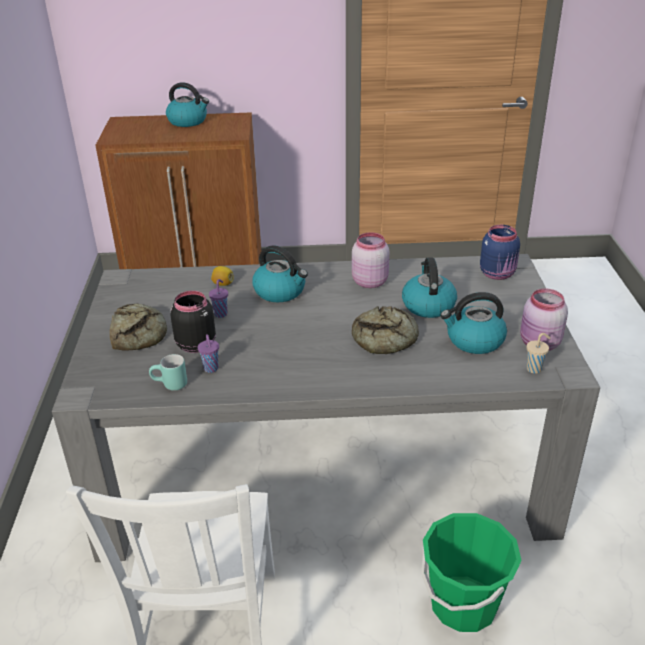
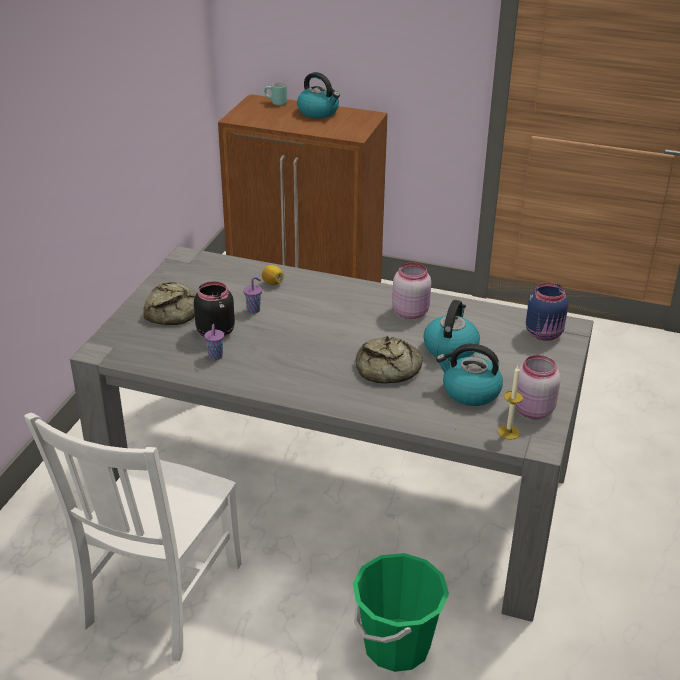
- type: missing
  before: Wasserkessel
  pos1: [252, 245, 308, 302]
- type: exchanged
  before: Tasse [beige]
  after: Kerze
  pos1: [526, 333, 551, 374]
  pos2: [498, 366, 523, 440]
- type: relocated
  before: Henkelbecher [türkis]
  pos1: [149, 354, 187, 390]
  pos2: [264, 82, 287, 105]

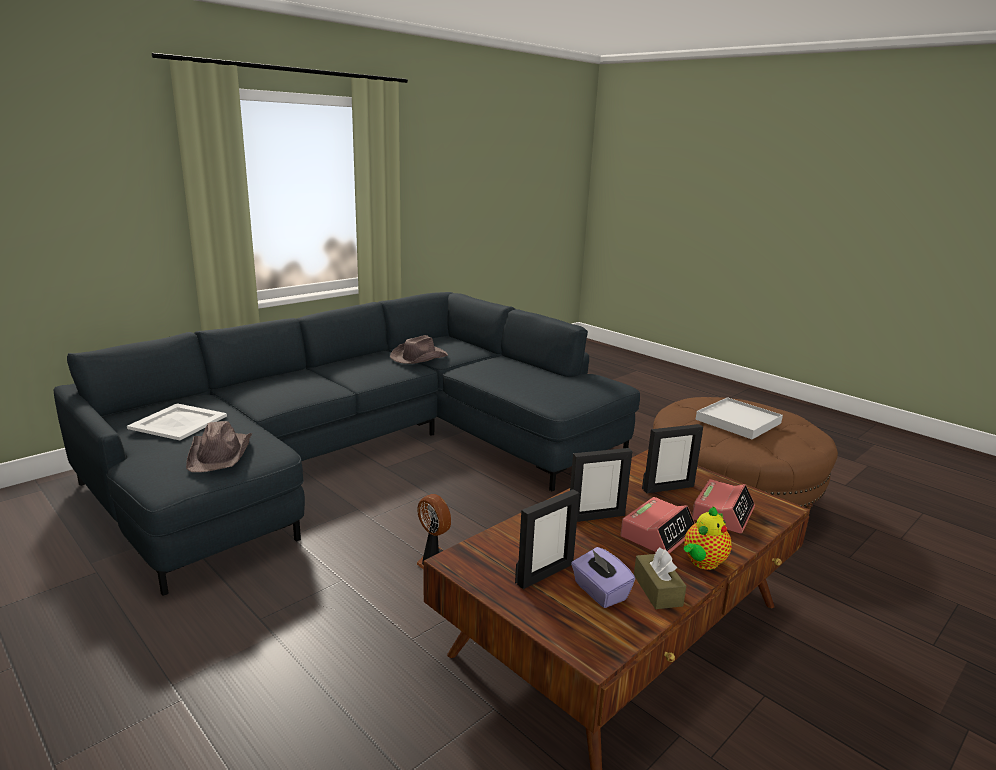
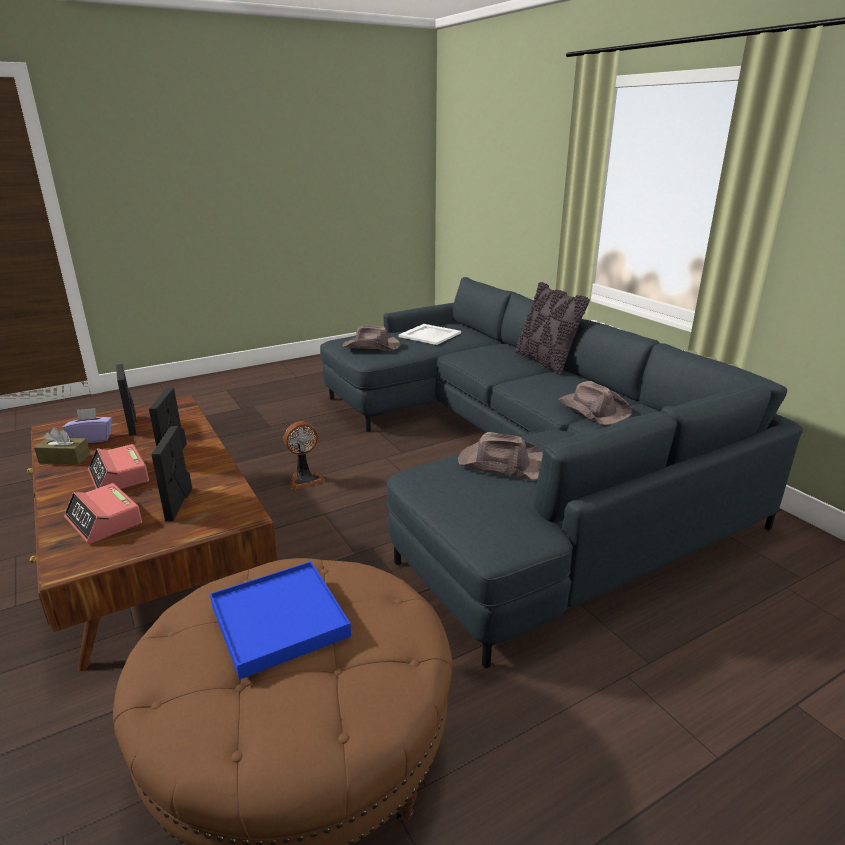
- type: colour
  before: Tablett [weiß]
  after: Tablett [blau]
  pos1: [695, 397, 783, 439]
  pos2: [210, 561, 351, 680]
- type: missing
  before: Teekanne
  pos1: [684, 506, 732, 570]
- type: appeared
  after: Kissen [schwarz]
  pos2: [515, 282, 590, 375]
- type: appeared
  after: Hut [braun]
  pos2: [458, 432, 543, 480]

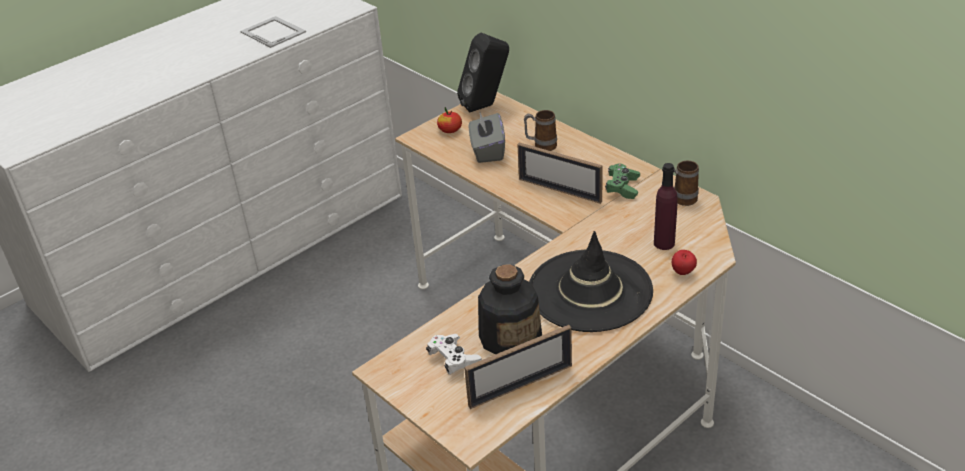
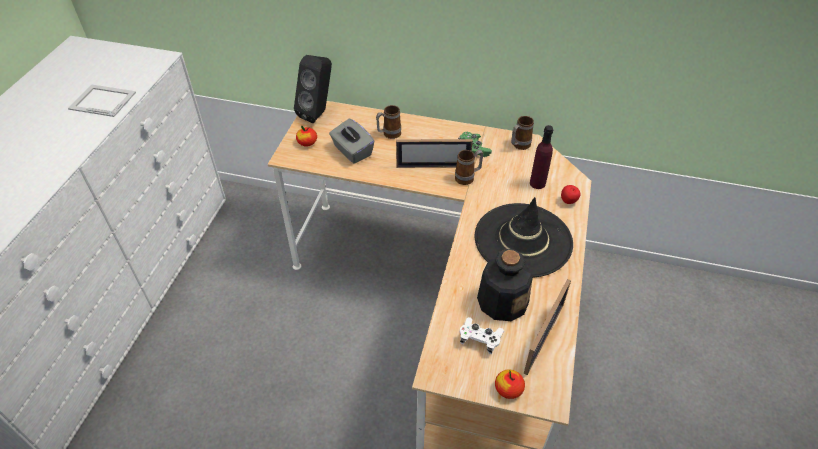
- type: appeared
  after: Henkelbecher
  pos2: [455, 150, 483, 185]
- type: appeared
  after: Apfel
  pos2: [495, 370, 525, 399]

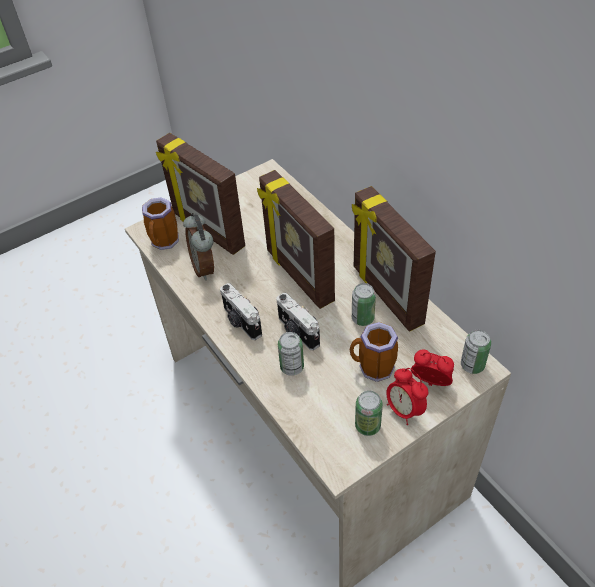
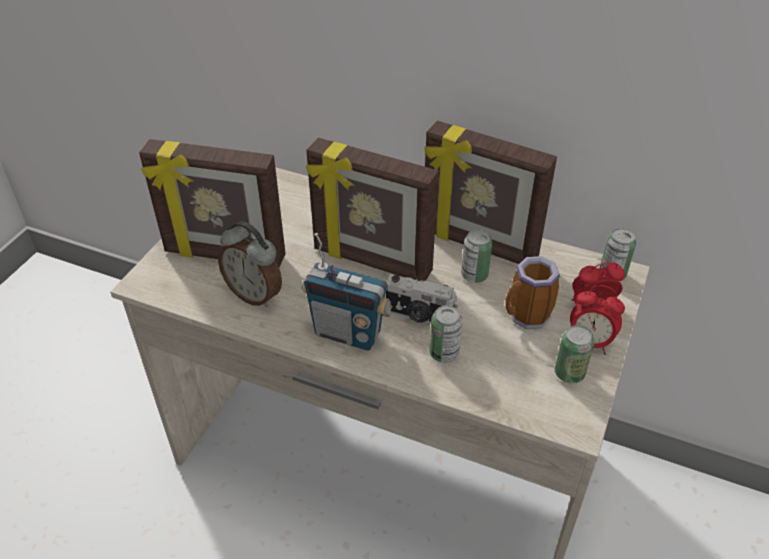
- type: missing
  before: Henkelbecher
  pos1: [142, 197, 179, 250]
- type: exchanged
  before: Kamera
  after: Radio
  pos1: [220, 283, 262, 340]
  pos2: [302, 233, 393, 350]

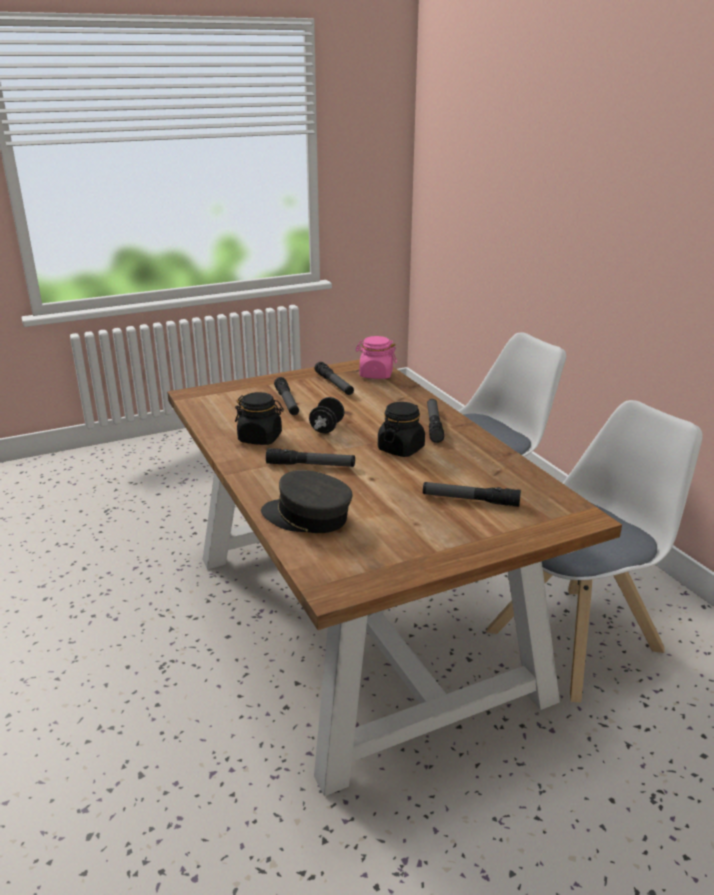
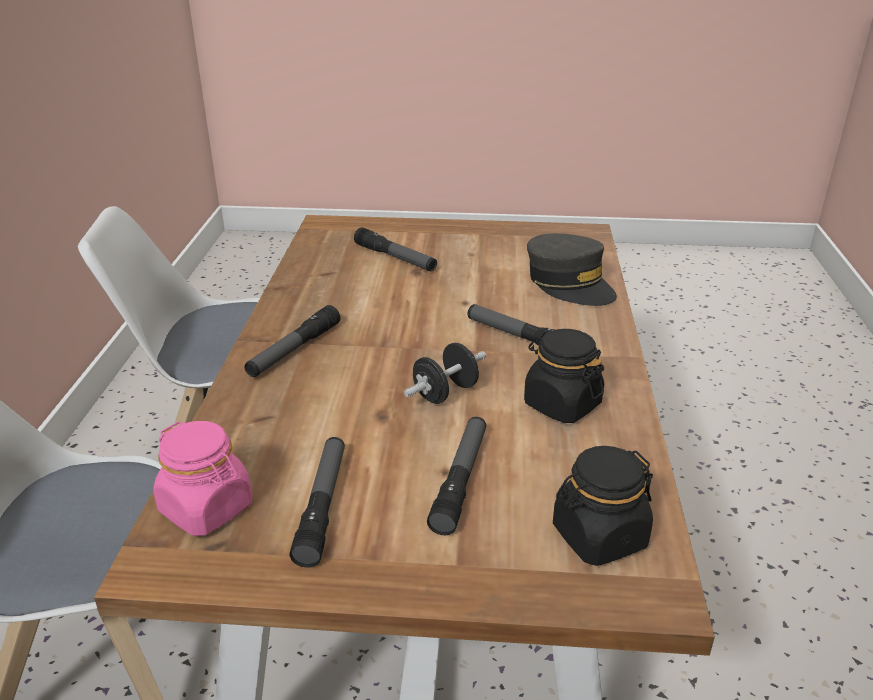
- type: relocated
  before: Vorratsglas [schwarz]
  pos1: [378, 402, 425, 457]
  pos2: [553, 446, 653, 566]

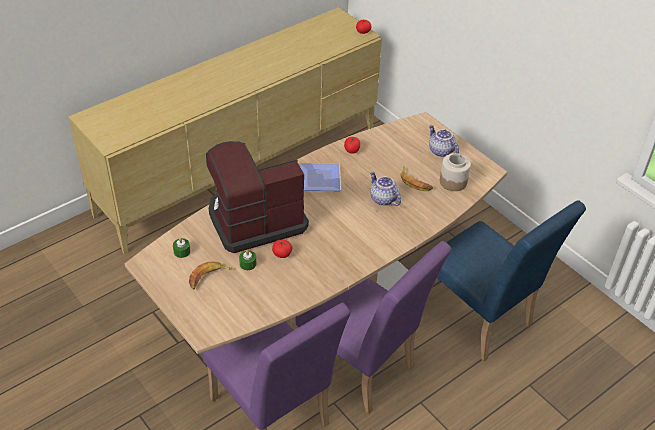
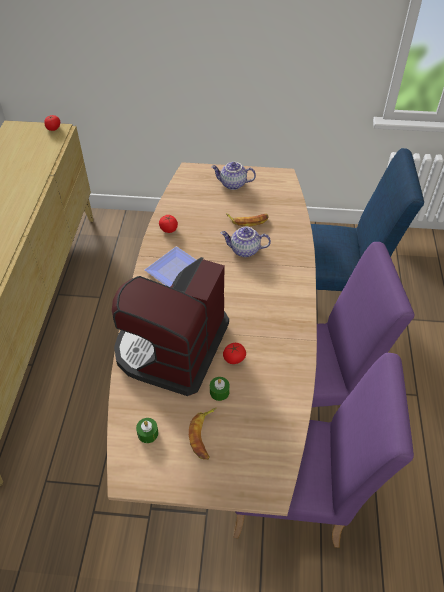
- type: missing
  before: Vorratsglas
  pos1: [440, 153, 471, 191]

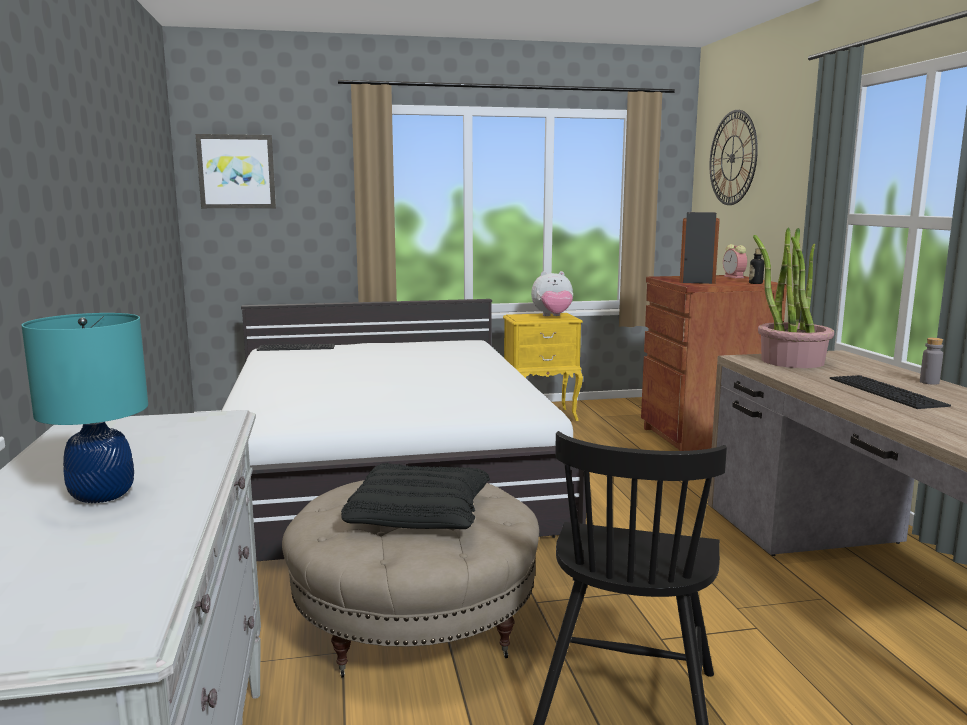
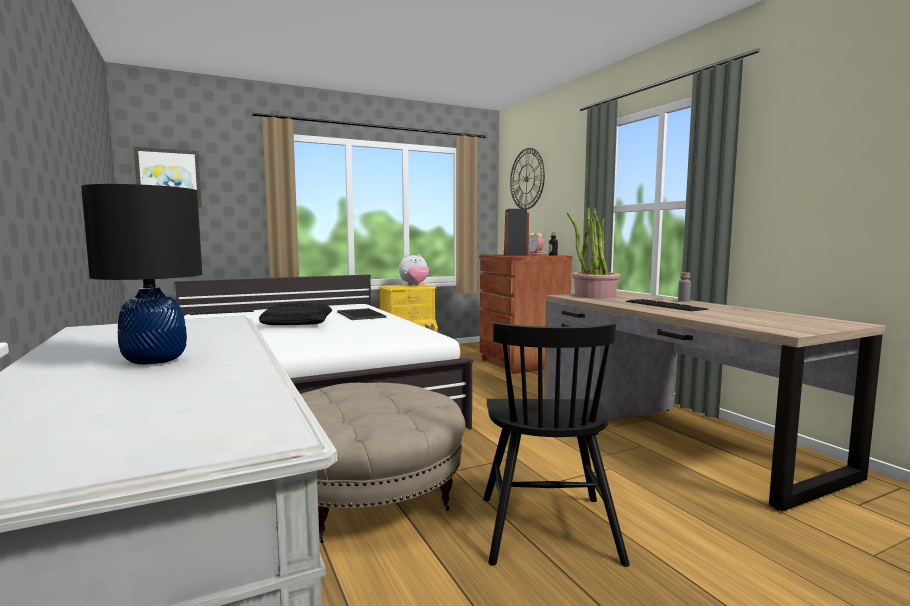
- type: colour
  before: Tischlampe [türkis]
  after: Tischlampe [schwarz]
  pos1: [21, 313, 148, 503]
  pos2: [81, 184, 202, 365]
- type: relocated
  before: Kissen [schwarz]
  pos1: [341, 463, 490, 529]
  pos2: [259, 303, 332, 325]
- type: appeared
  after: Tablett
  pos2: [337, 308, 386, 320]

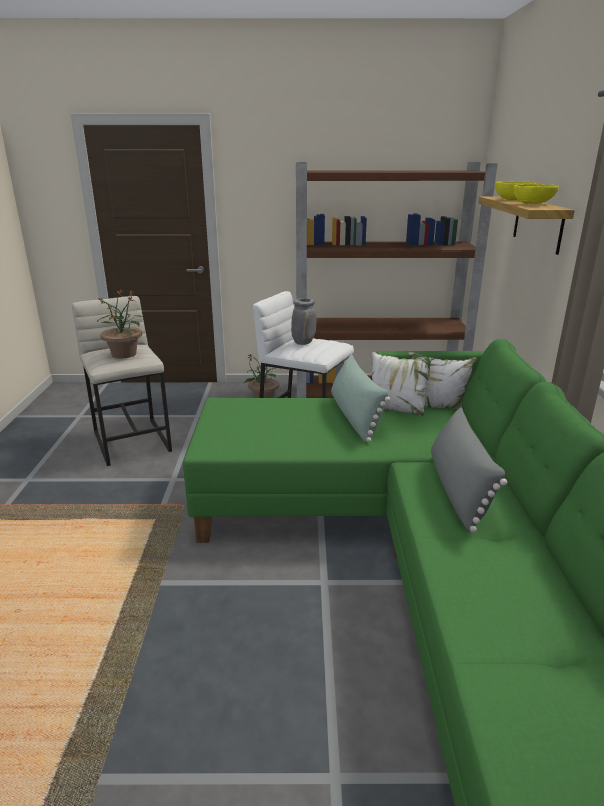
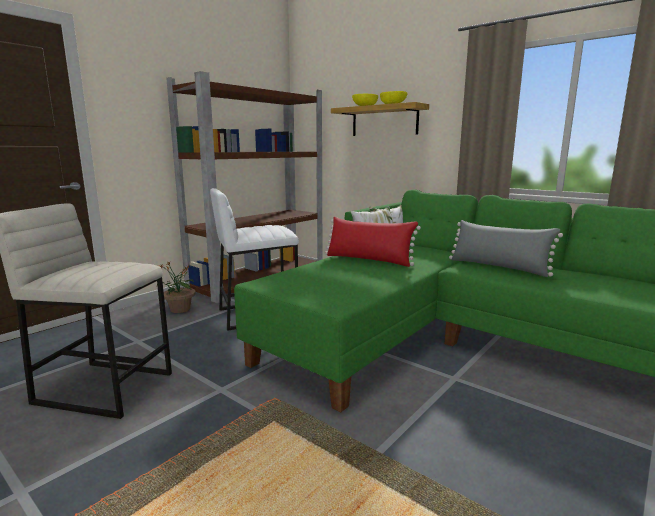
- type: missing
  before: Topfpflanze
  pos1: [96, 290, 143, 358]
- type: missing
  before: Vase [grau]
  pos1: [291, 298, 317, 345]
- type: colour
  before: Kissen [grün]
  after: Kissen [rot]
  pos1: [331, 354, 390, 442]
  pos2: [325, 217, 421, 267]

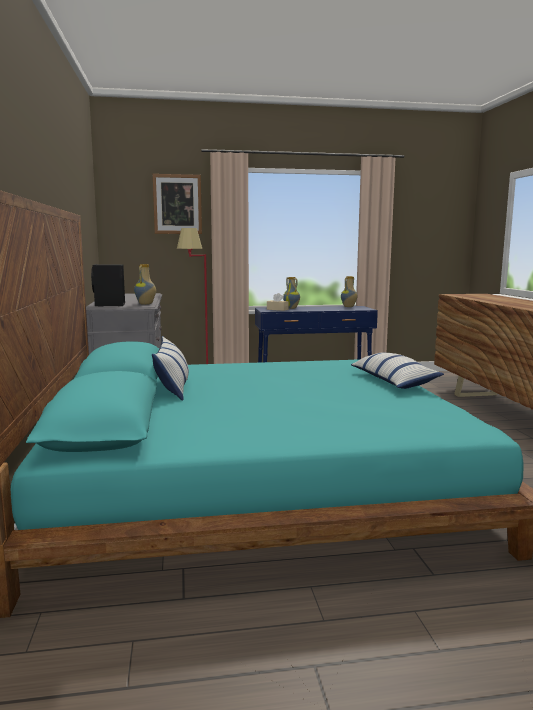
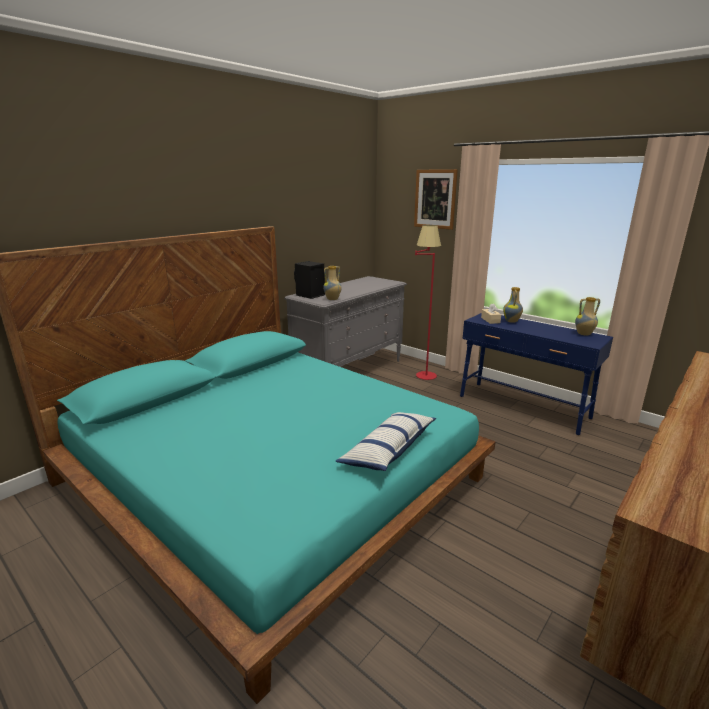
- type: missing
  before: Kissen
  pos1: [152, 336, 189, 401]

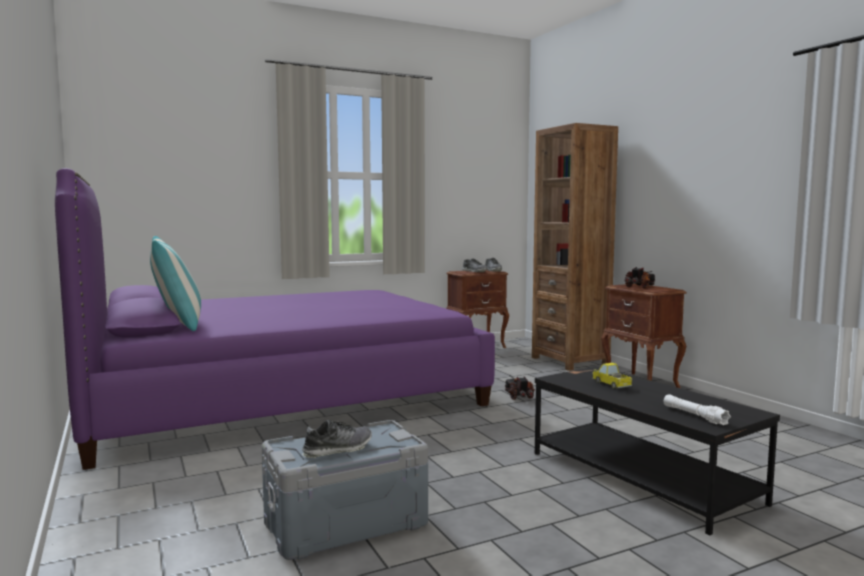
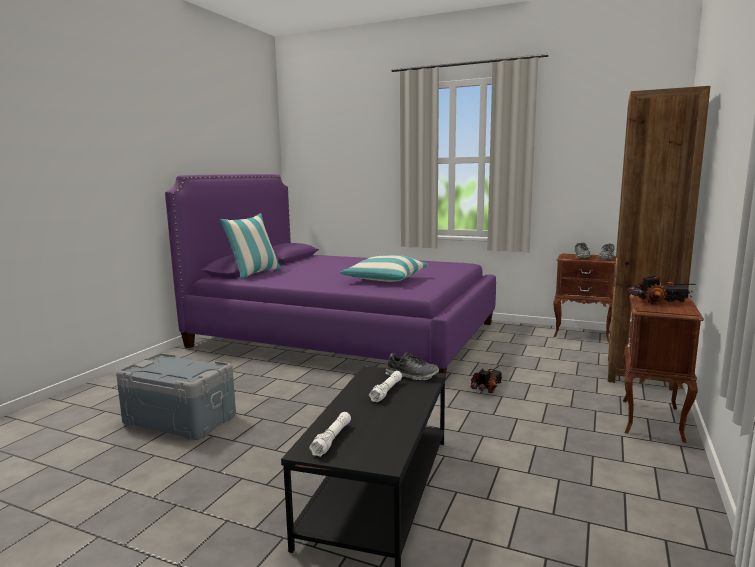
- type: exchanged
  before: Spielzeuglaster
  after: Taschenlampe [weiß]
  pos1: [592, 363, 632, 389]
  pos2: [369, 371, 402, 403]
- type: relocated
  before: Schuh
  pos1: [302, 420, 372, 458]
  pos2: [385, 352, 439, 380]
- type: appeared
  after: Kissen
  pos2: [340, 255, 428, 282]

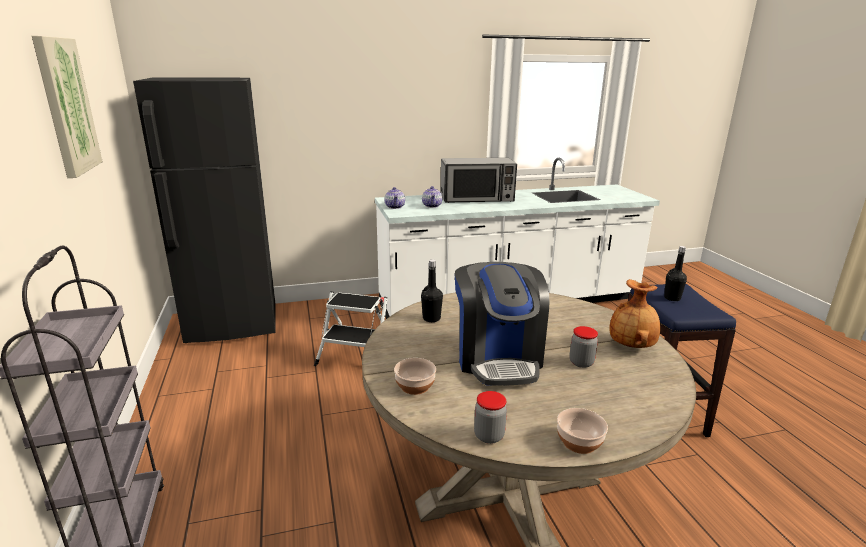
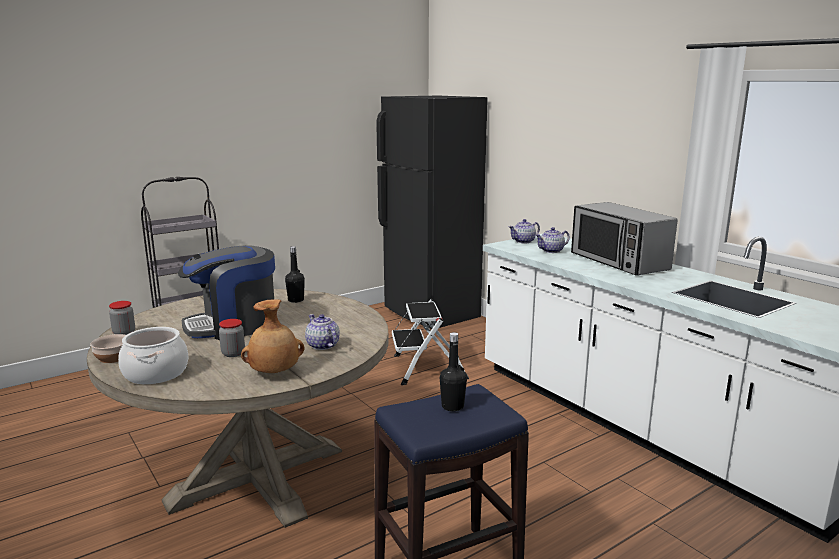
- type: missing
  before: Bild
  pos1: [32, 36, 103, 178]
- type: missing
  before: Schüssel
  pos1: [394, 358, 436, 395]
- type: appeared
  after: Teekanne
  pos2: [305, 314, 340, 350]
- type: appeared
  after: Kochtopf
  pos2: [118, 327, 188, 384]

